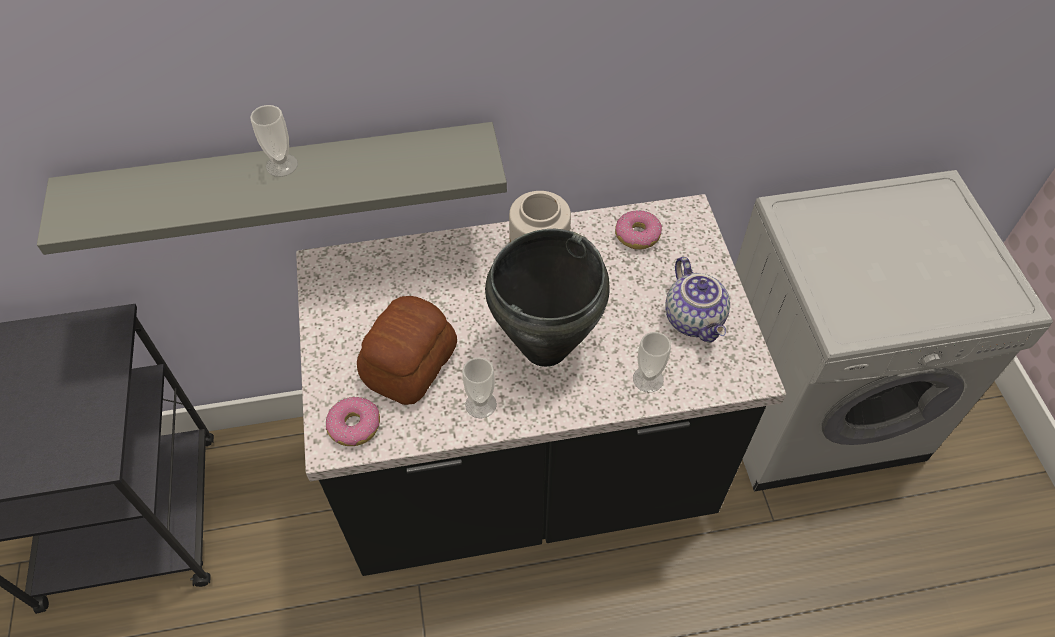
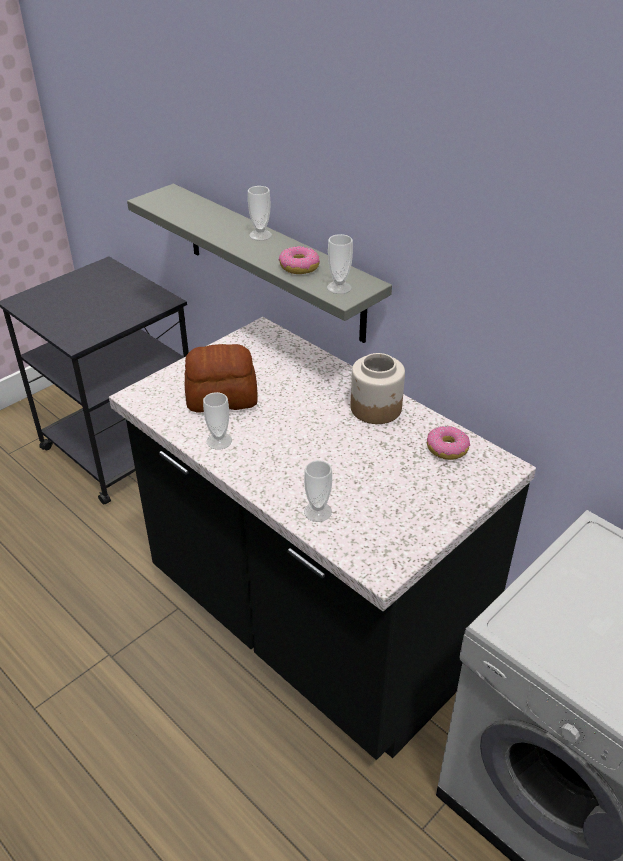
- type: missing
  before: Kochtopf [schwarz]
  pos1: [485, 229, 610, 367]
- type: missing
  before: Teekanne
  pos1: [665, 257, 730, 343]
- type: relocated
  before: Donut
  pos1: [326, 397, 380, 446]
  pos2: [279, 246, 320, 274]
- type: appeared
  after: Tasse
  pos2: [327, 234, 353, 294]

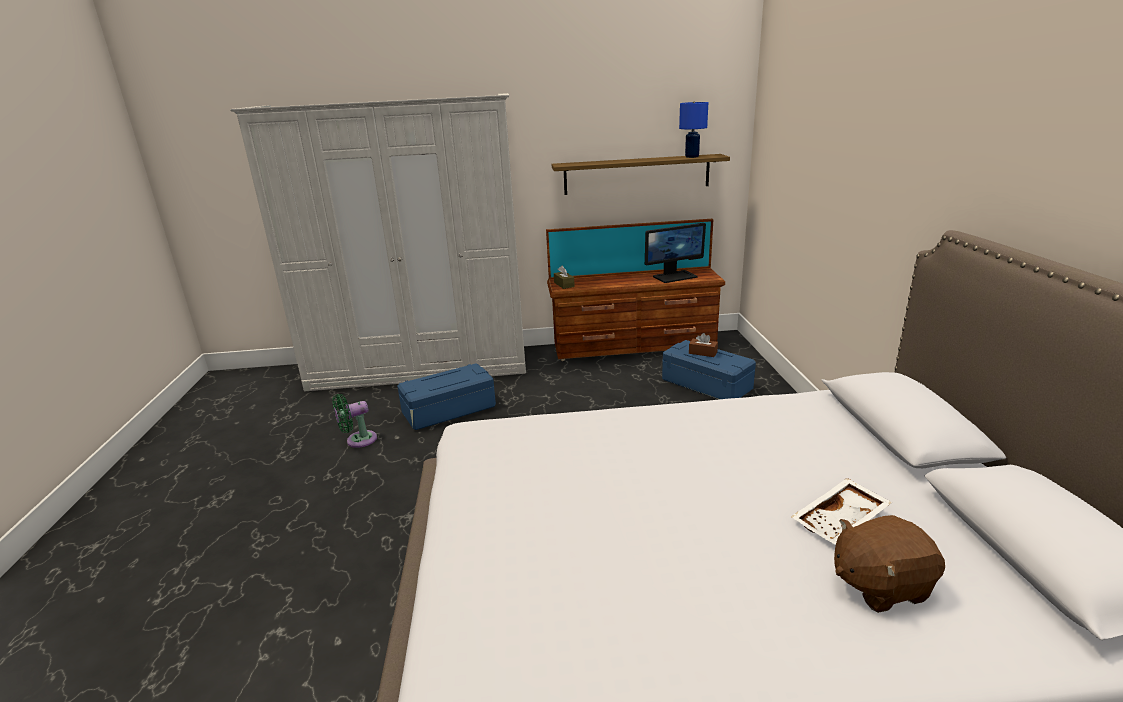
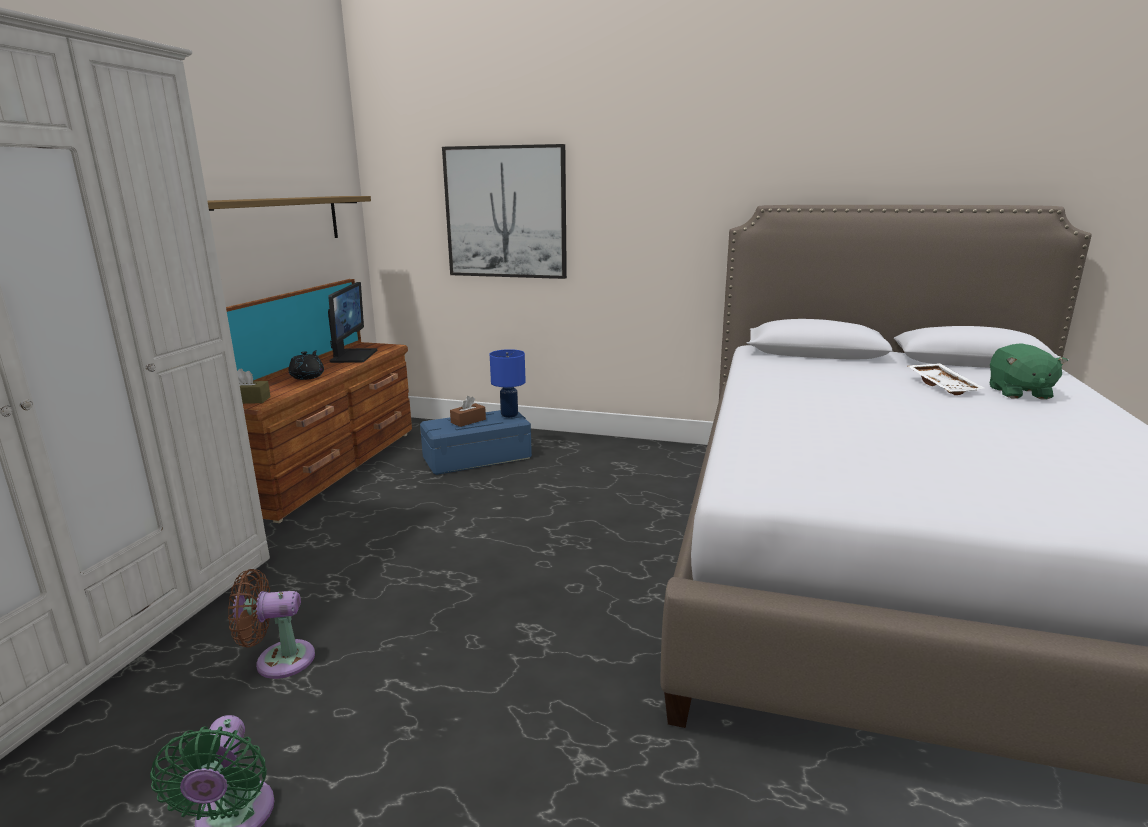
- type: relocated
  before: Tischlampe [blau]
  pos1: [679, 102, 708, 158]
  pos2: [490, 349, 526, 418]
- type: exchanged
  before: Aufbewahrungsbox [blau]
  after: Ventilator [braun]
  pos1: [397, 363, 496, 430]
  pos2: [228, 569, 315, 679]
- type: colour
  before: Plüschtier [braun]
  after: Plüschtier [grün]
  pos1: [834, 515, 945, 613]
  pos2: [989, 343, 1068, 400]
- type: appeared
  after: Bild
  pos2: [442, 144, 567, 279]
- type: appeared
  after: Teekanne [schwarz]
  pos2: [289, 350, 324, 380]

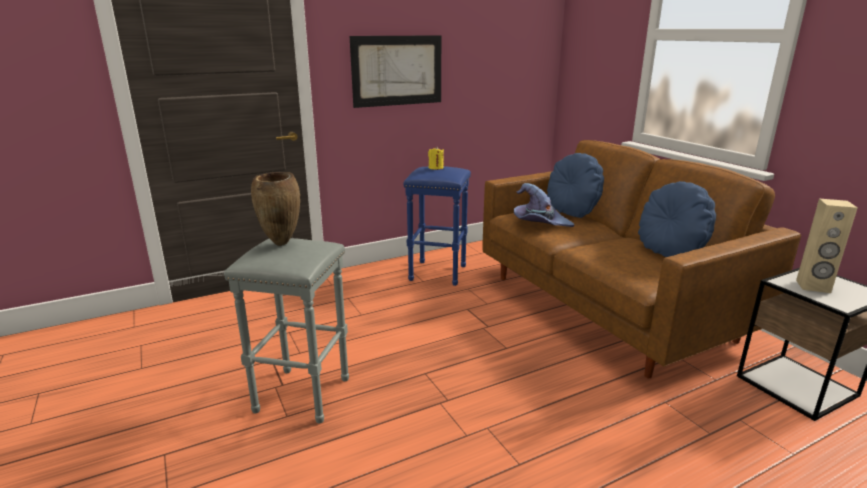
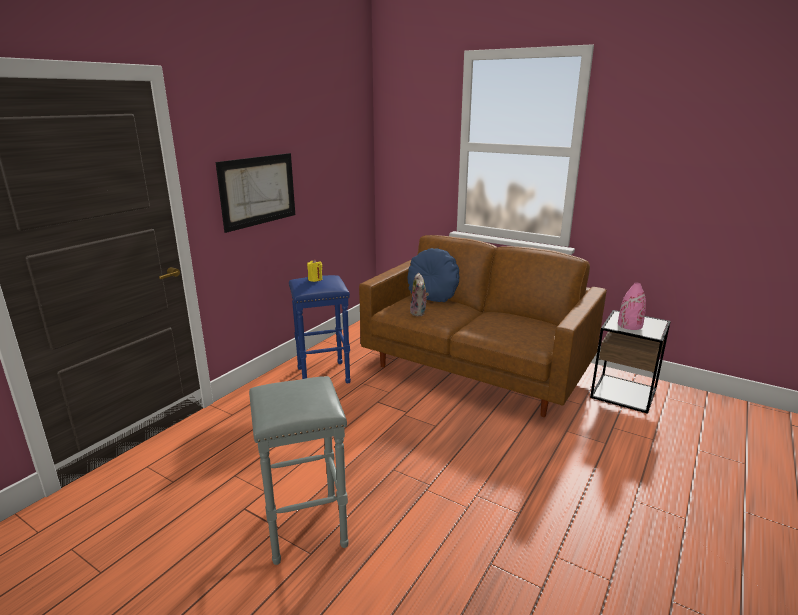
- type: missing
  before: Vase [braun]
  pos1: [251, 172, 300, 246]
- type: missing
  before: Kissen [blau]
  pos1: [638, 181, 716, 257]
- type: exchanged
  before: Hut [lila]
  after: Plüschtier
  pos1: [514, 183, 575, 227]
  pos2: [410, 273, 429, 316]
- type: exchanged
  before: Lautsprecher [beige]
  after: Vase [rosa]
  pos1: [796, 199, 857, 293]
  pos2: [618, 282, 646, 330]

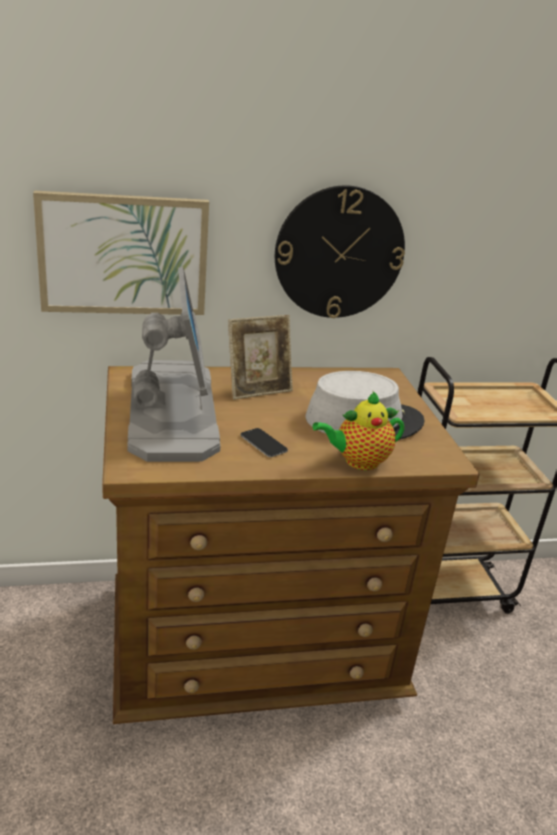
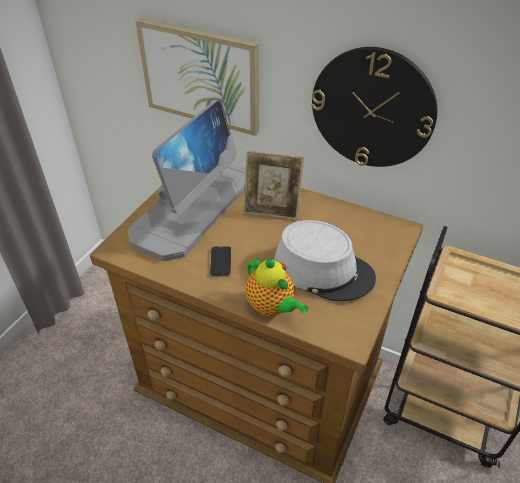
- type: spun
  before: Teekanne
  pos1: [312, 391, 404, 470]
  pos2: [245, 257, 309, 317]
  turn: -150

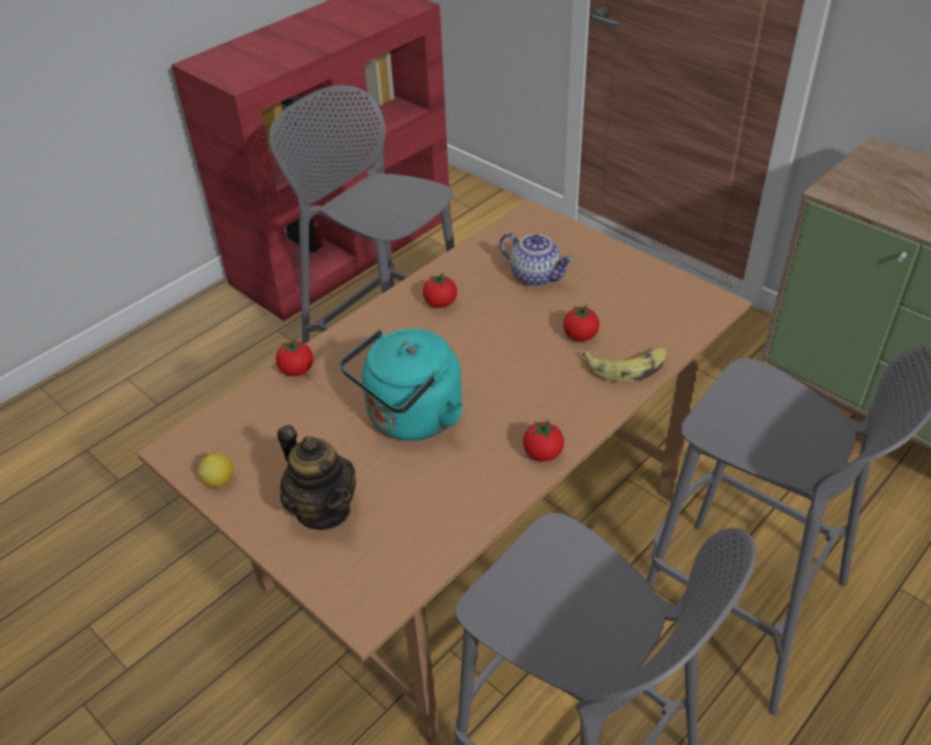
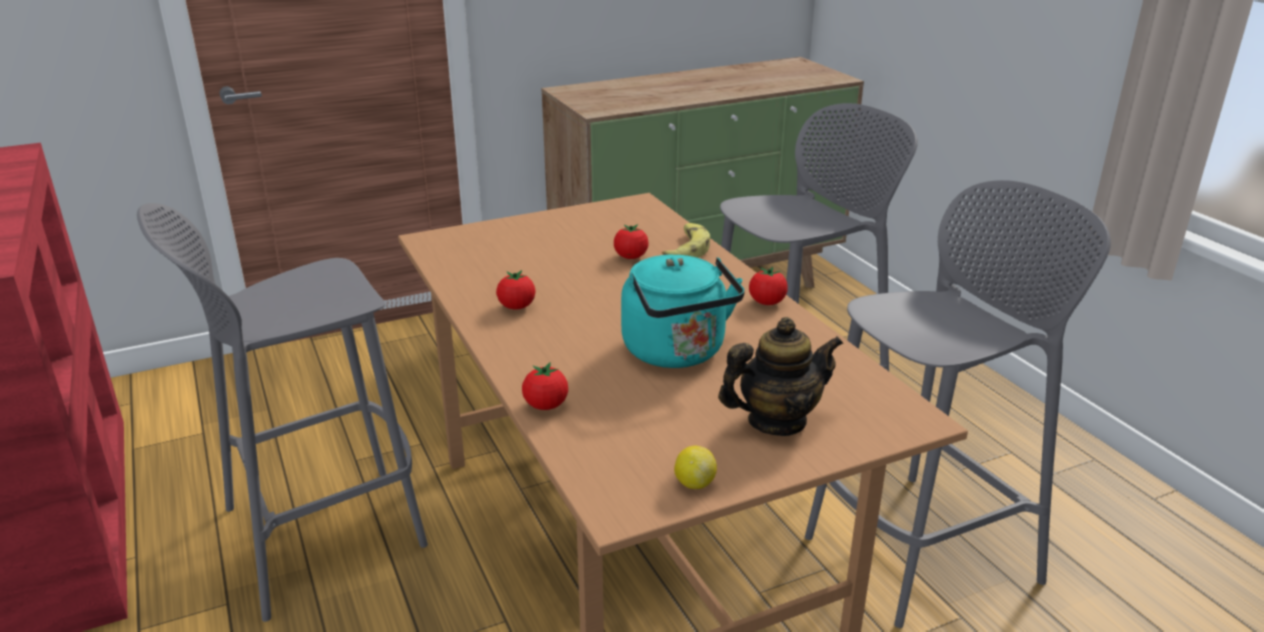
- type: missing
  before: Teekanne
  pos1: [500, 233, 574, 286]

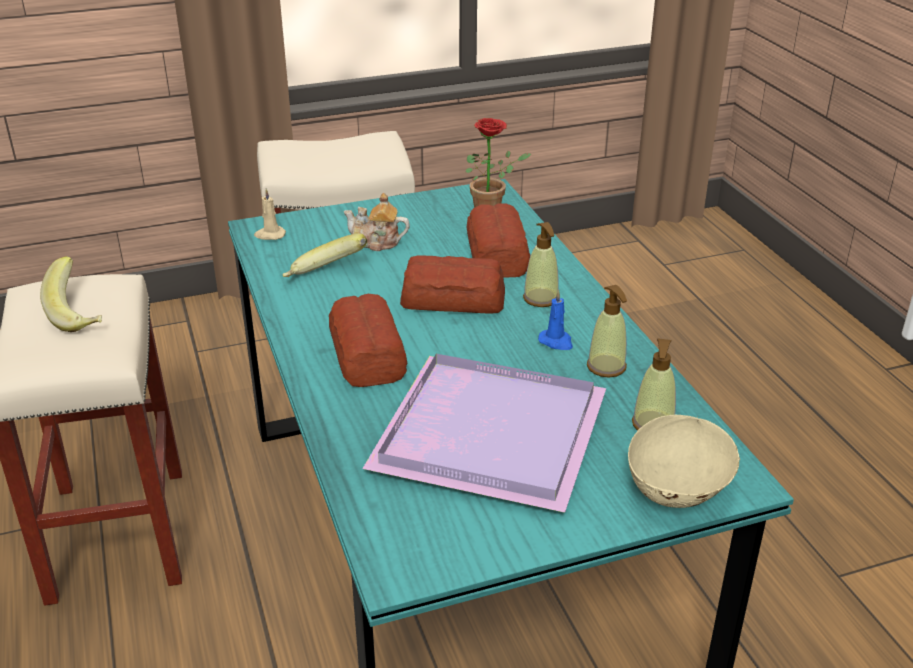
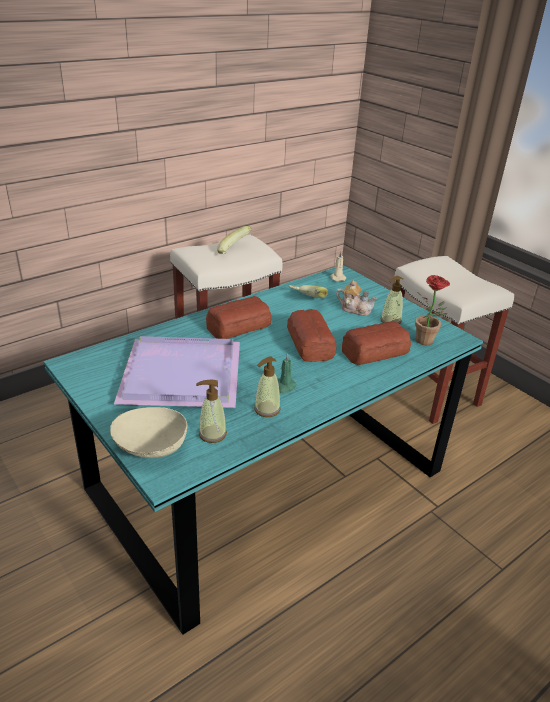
- type: spun
  before: Teekanne
  pos1: [344, 193, 410, 251]
  pos2: [336, 280, 377, 316]
  turn: 120
- type: relocated
  before: Seifenspender
  pos1: [523, 222, 559, 307]
  pos2: [380, 276, 404, 324]
- type: colour
  before: Kerze [blau]
  after: Kerze [grün]
  pos1: [538, 289, 573, 350]
  pos2: [278, 353, 296, 394]

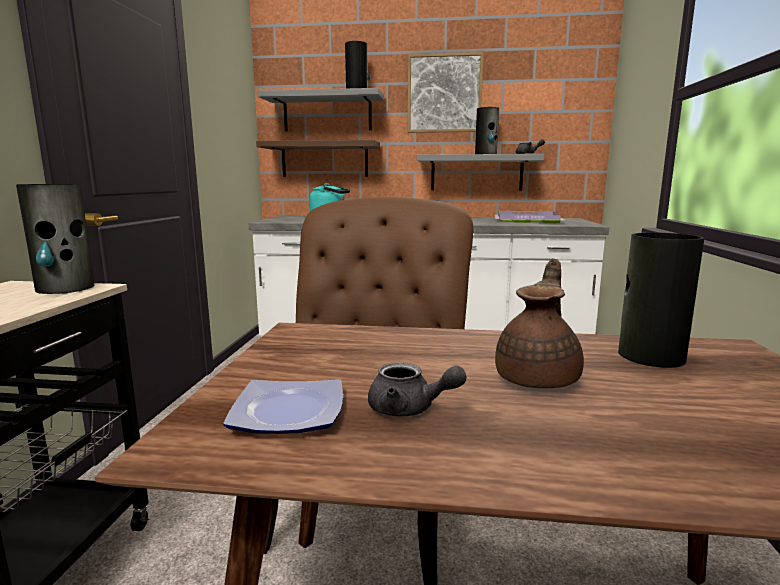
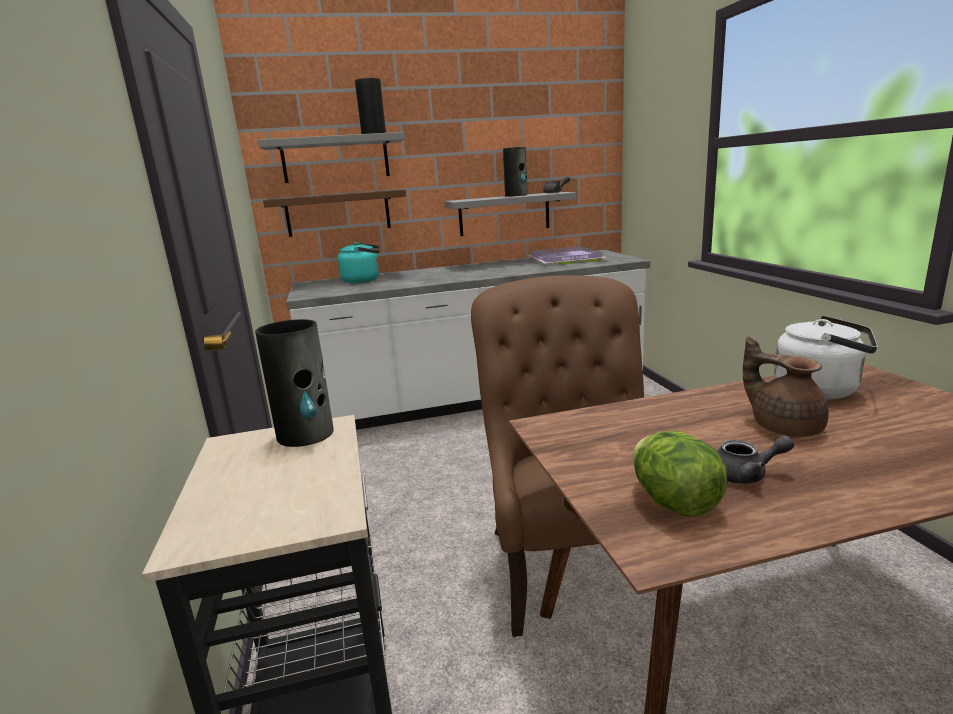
- type: missing
  before: Bild
  pos1: [408, 52, 484, 133]
- type: exchanged
  before: Vase
  after: Wasserkessel [weiß]
  pos1: [618, 232, 704, 368]
  pos2: [774, 316, 878, 399]
- type: spun
  before: Teekanne [braun]
  pos1: [495, 258, 584, 388]
  pos2: [743, 336, 829, 437]
  turn: -45
- type: exchanged
  before: Teller
  after: Salatkopf
  pos1: [223, 379, 343, 434]
  pos2: [633, 431, 728, 517]

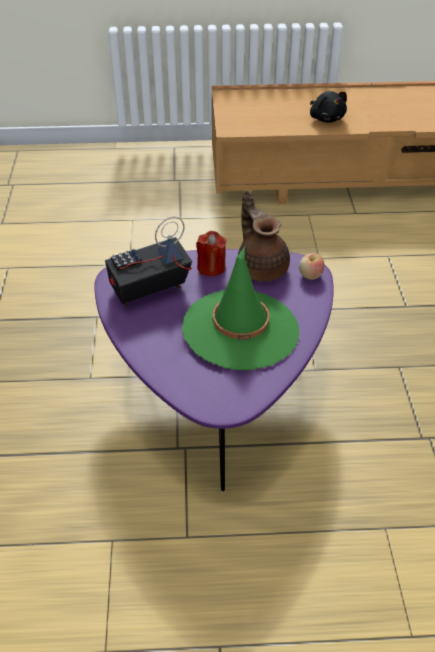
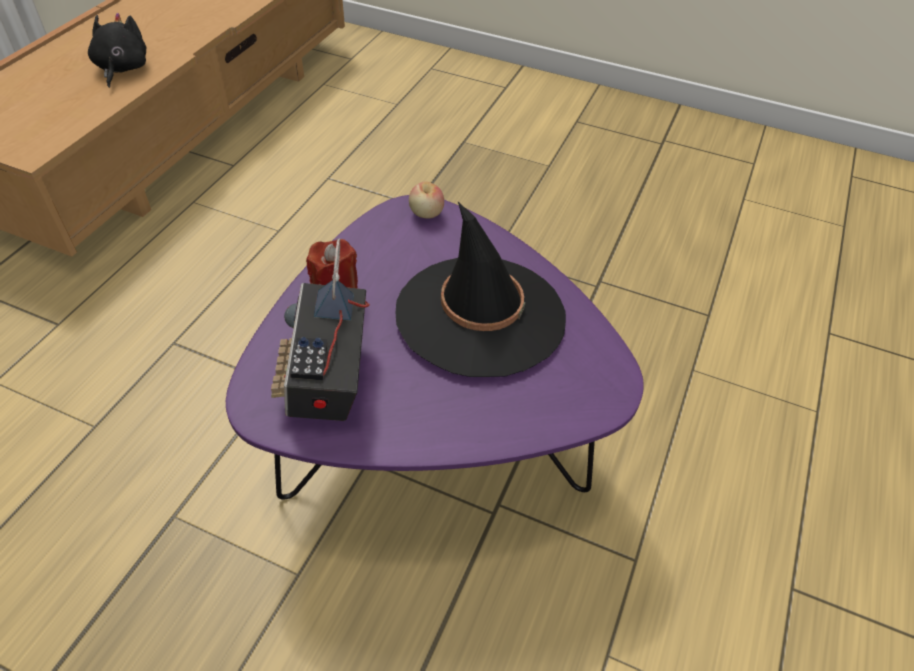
- type: spun
  before: Plüschtier [schwarz]
  pos1: [310, 91, 347, 122]
  pos2: [88, 13, 146, 88]
  turn: -90
- type: missing
  before: Teekanne [braun]
  pos1: [238, 191, 290, 282]
- type: colour
  before: Hut [grün]
  after: Hut [schwarz]
  pos1: [182, 246, 300, 370]
  pos2: [396, 202, 566, 377]

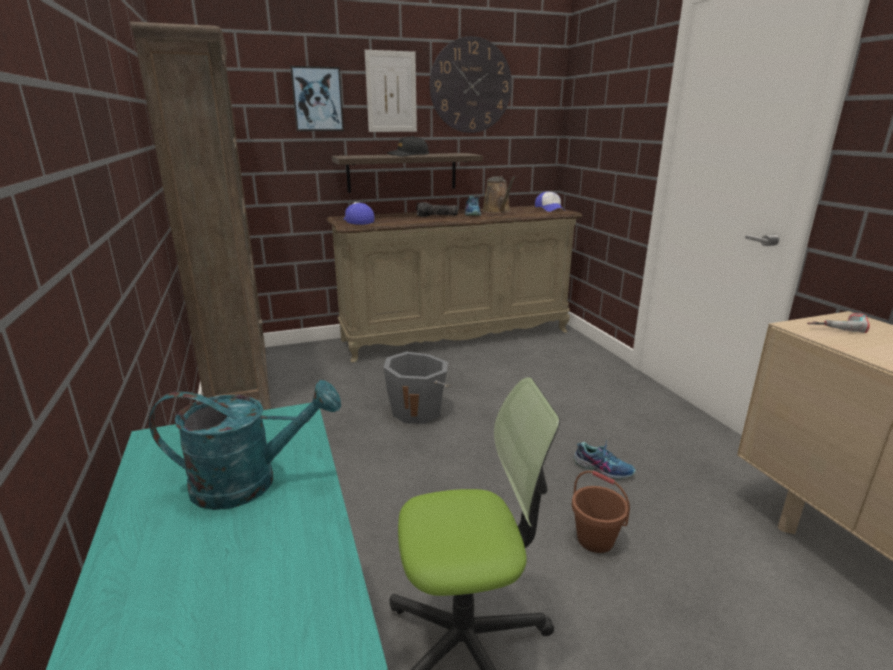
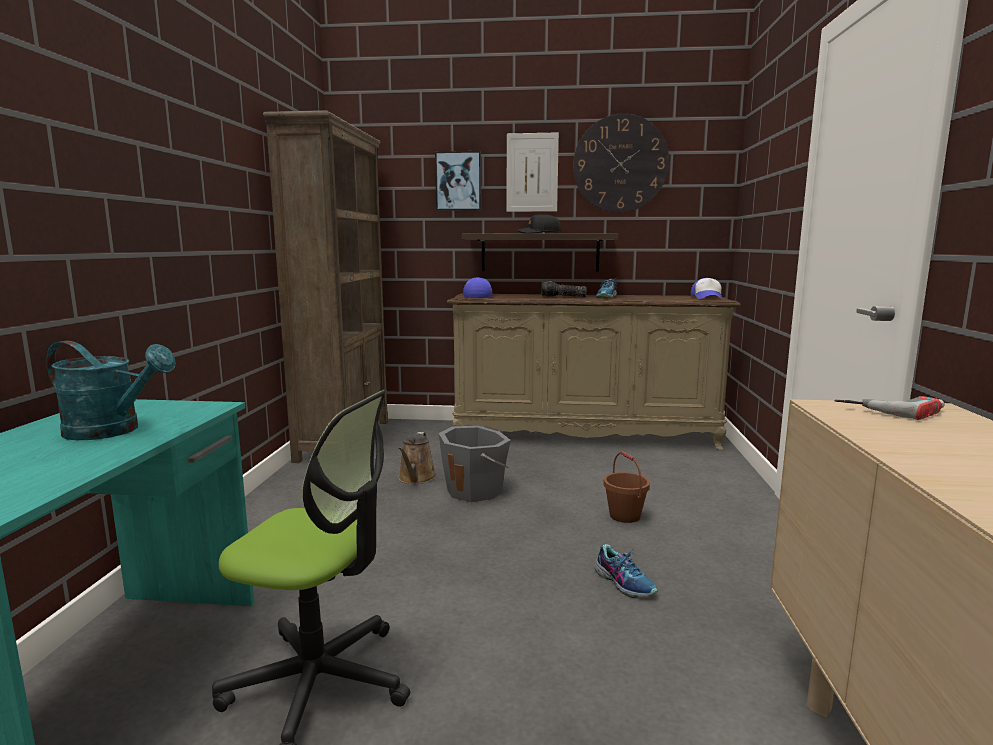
- type: relocated
  before: Gießkanne [braun]
  pos1: [482, 176, 515, 213]
  pos2: [398, 432, 437, 484]
- type: relocated
  before: Eimer [braun]
  pos1: [572, 471, 630, 553]
  pos2: [603, 452, 650, 523]

